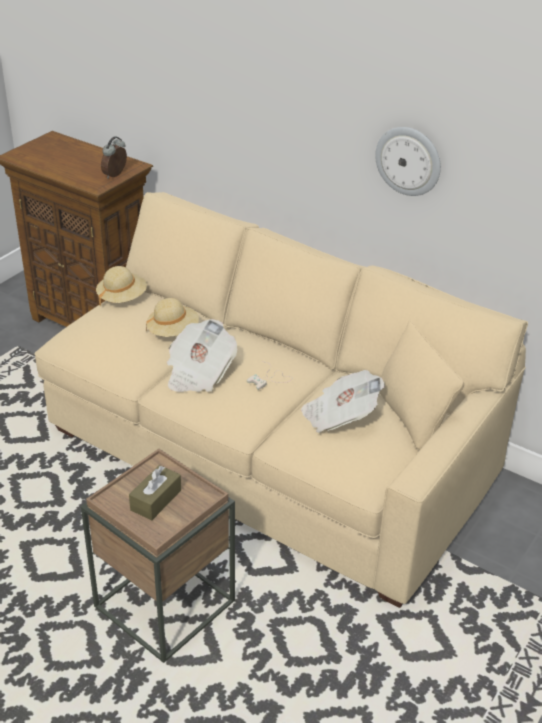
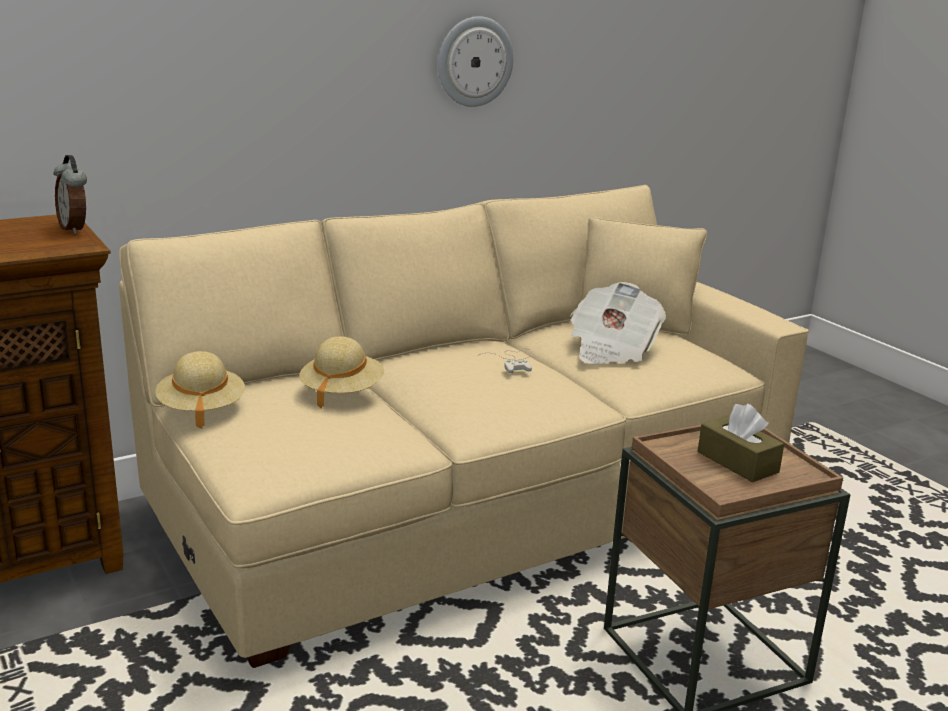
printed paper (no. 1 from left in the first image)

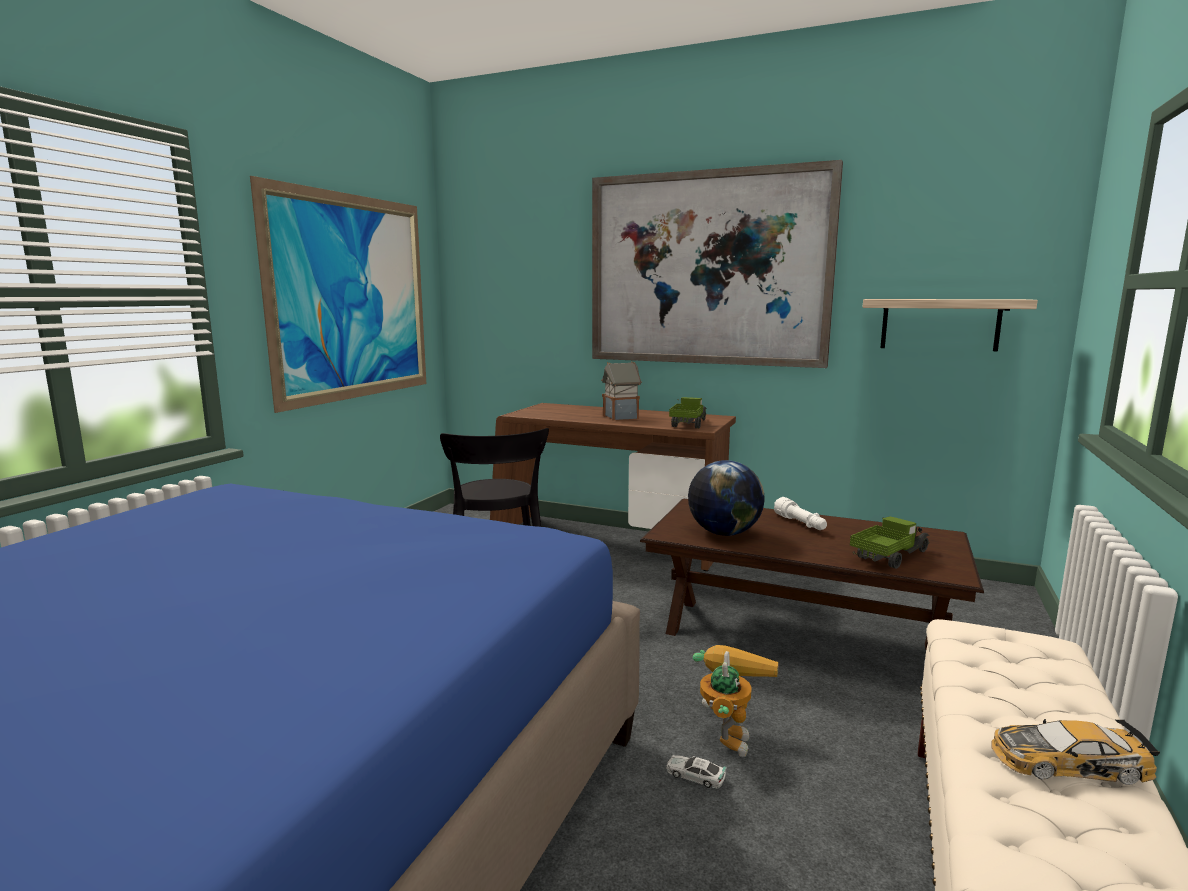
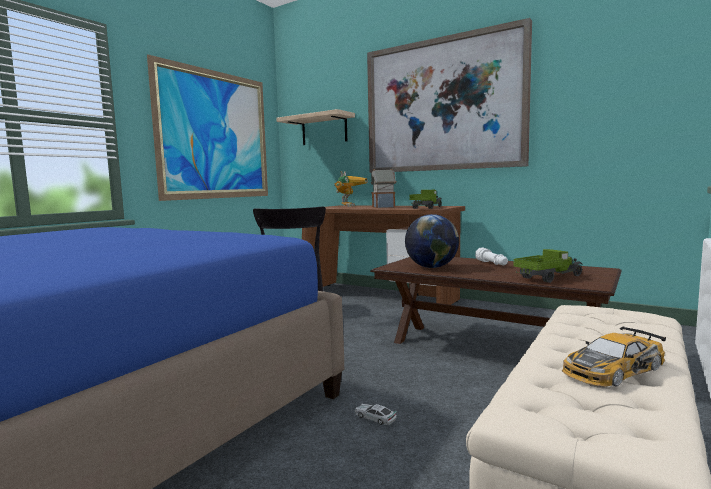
shelf
model robot
miniature car (no. 2 from left)

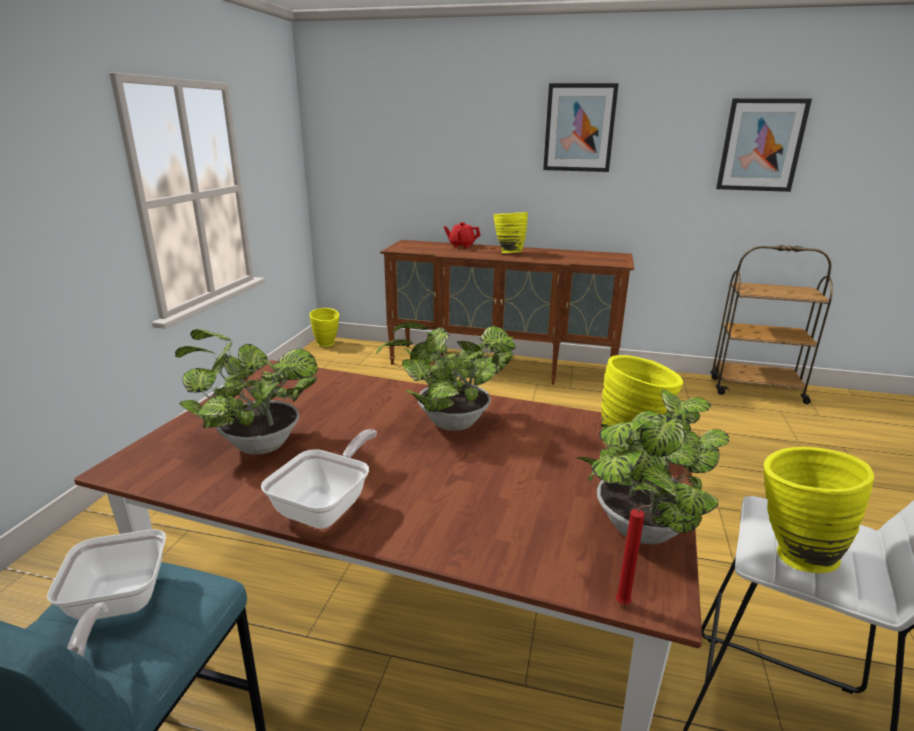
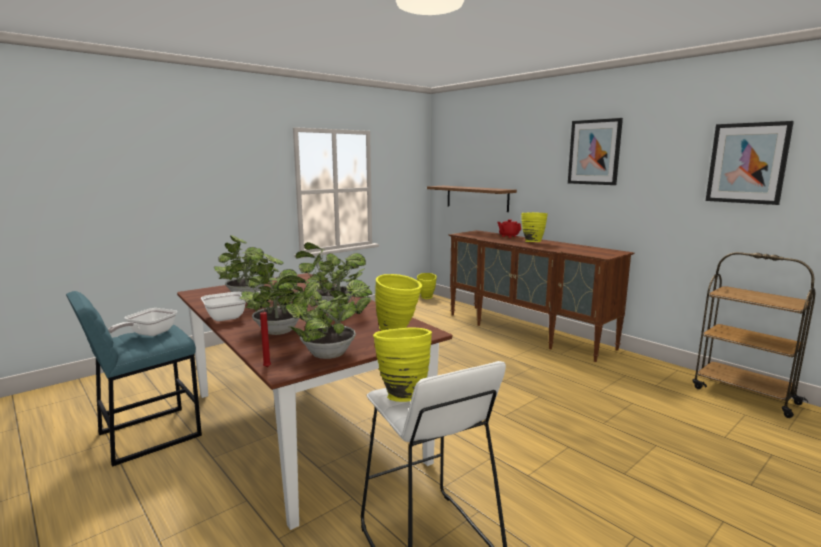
brown shelf
potted plant (no. 2 from left)

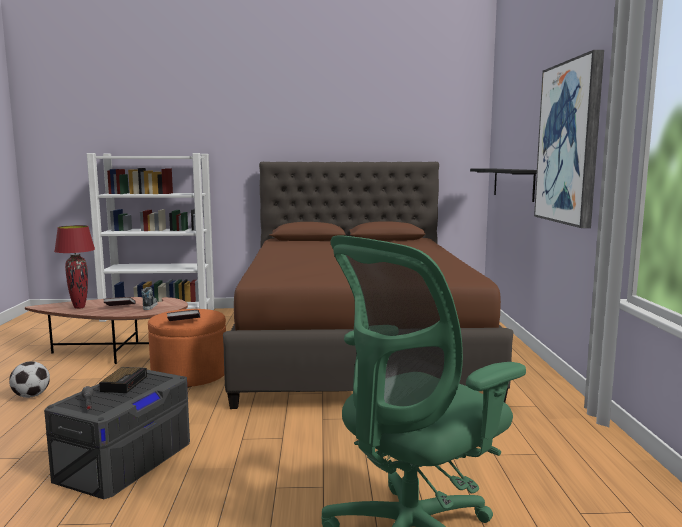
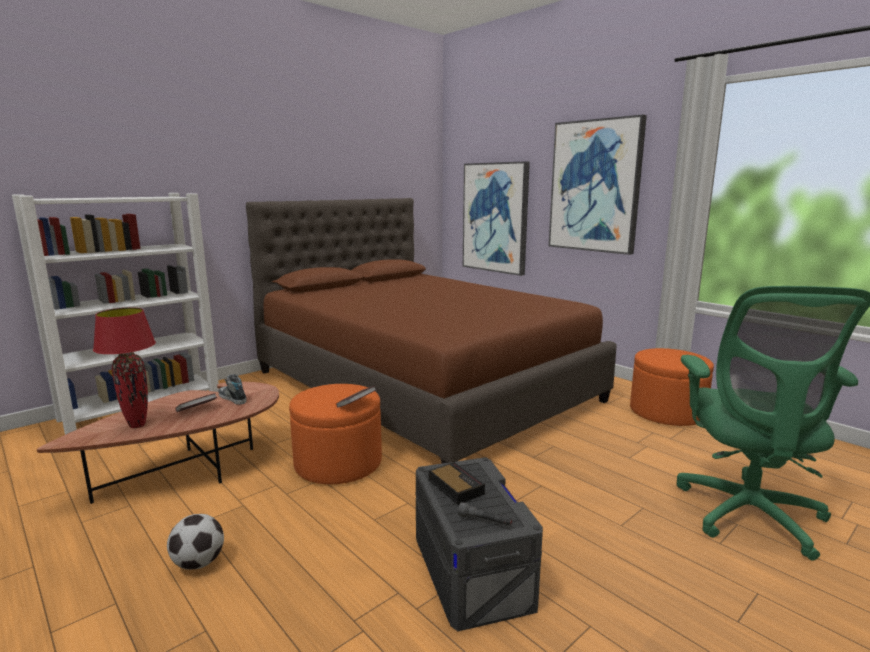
picture (no. 1 from left)
orangey pouffe (no. 2 from left)

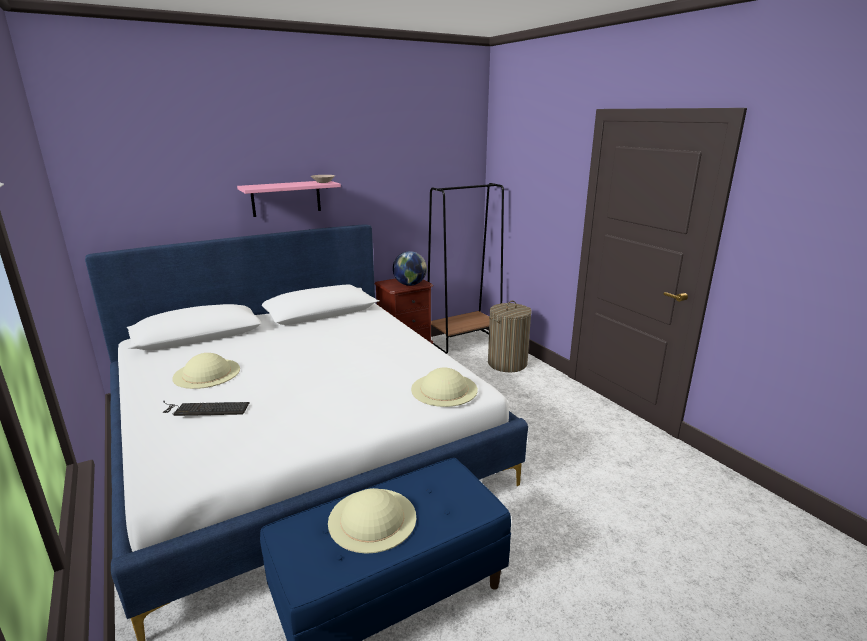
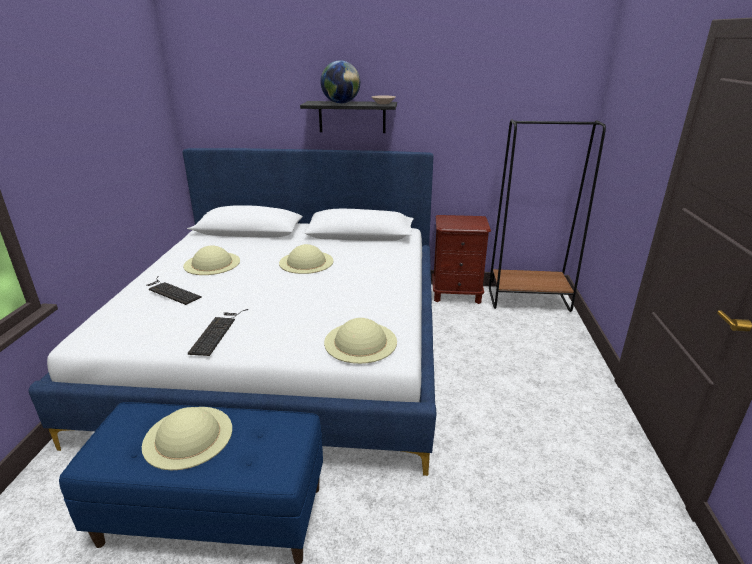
blackish shelf
world globe
washing basket
beige-coloured clothing hat (no. 3 from left)
PC keyboard (no. 2 from left)

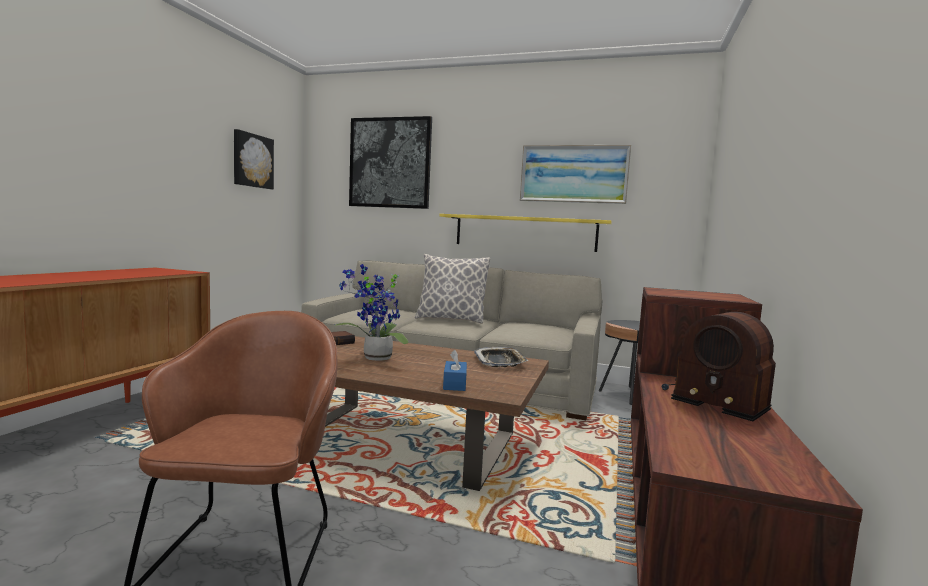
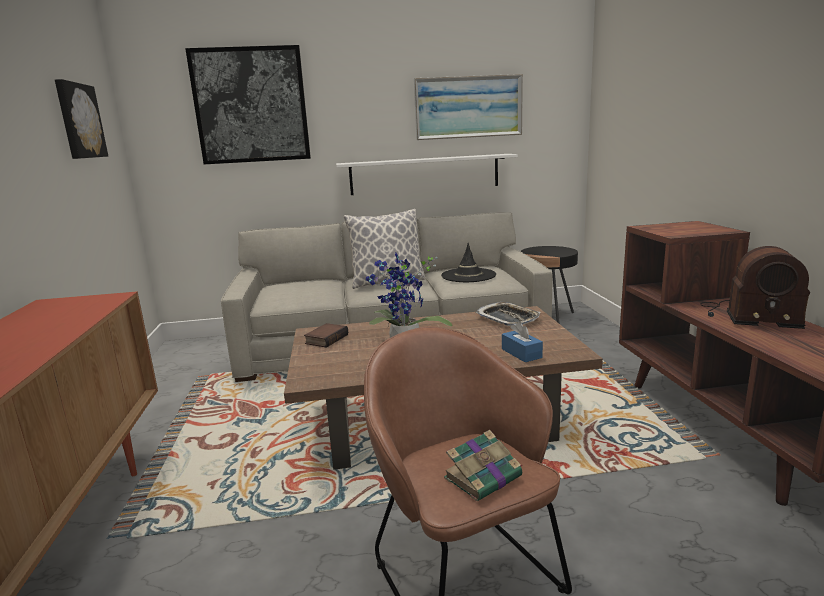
whitish shelf
blackish clothing hat
book (no. 2 from left)

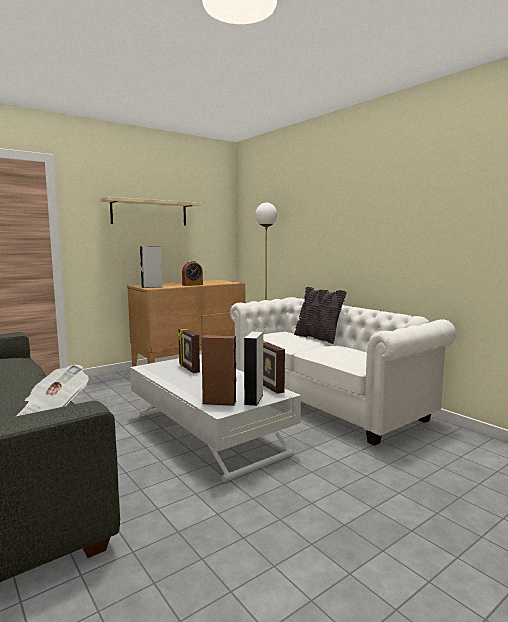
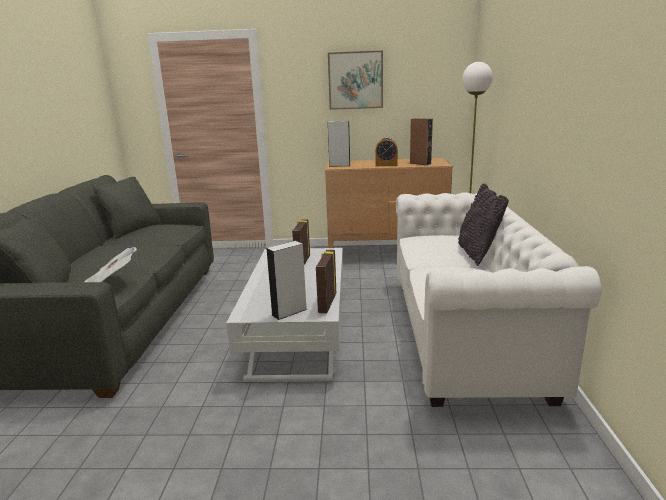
picture
brown loudspeaker

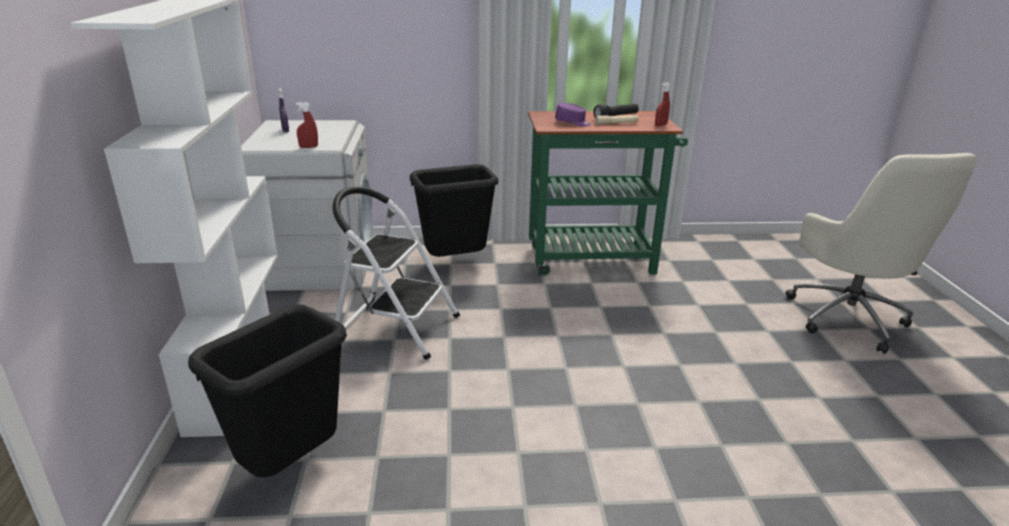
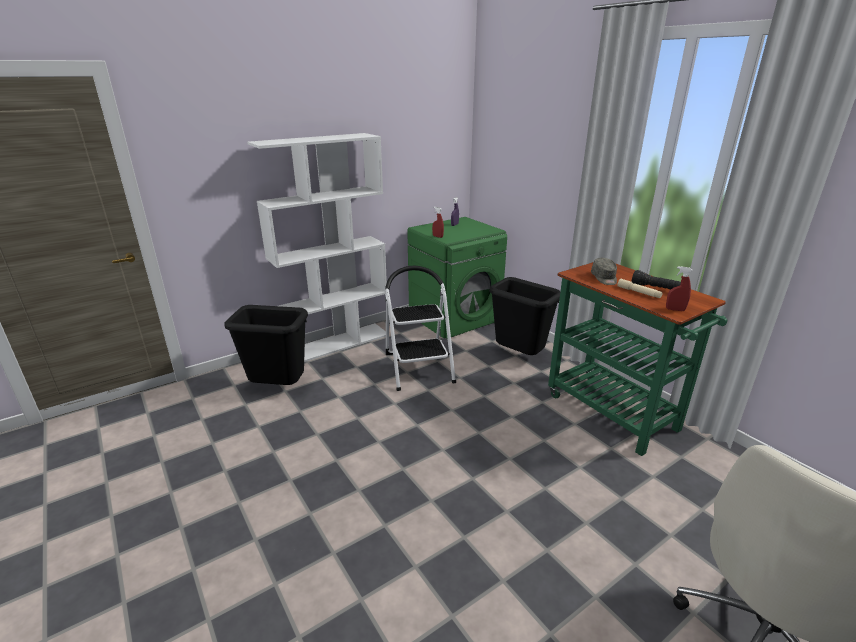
gray baseball cap
green laundry appliance

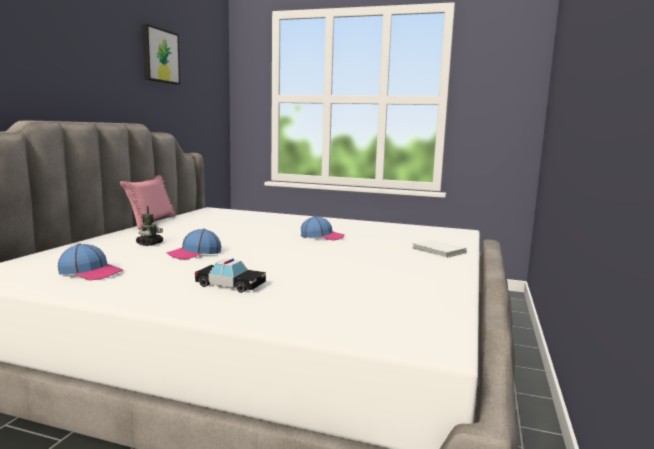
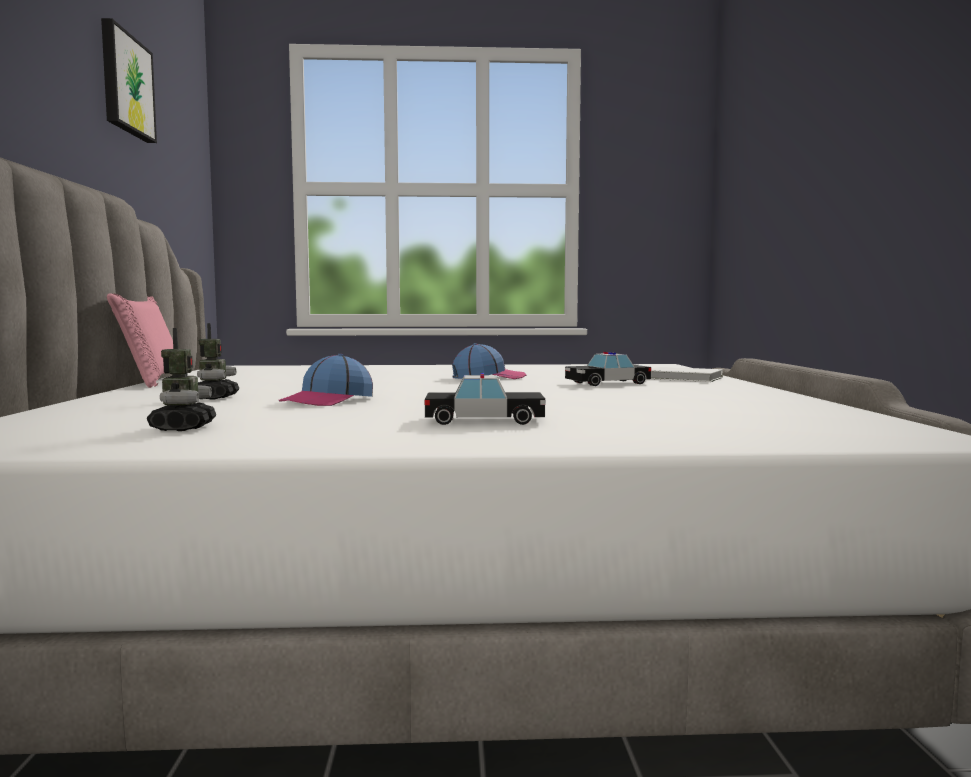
model robot (no. 1 from left)
miniature car (no. 2 from left)

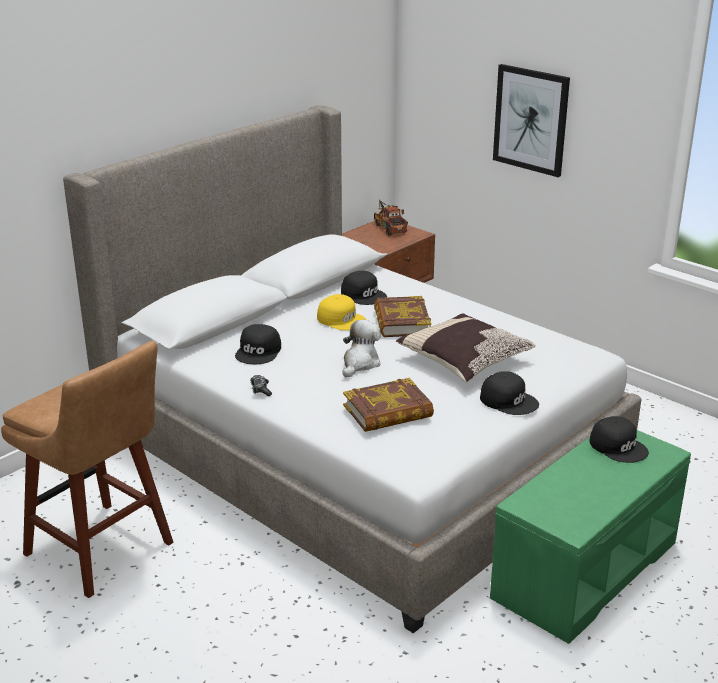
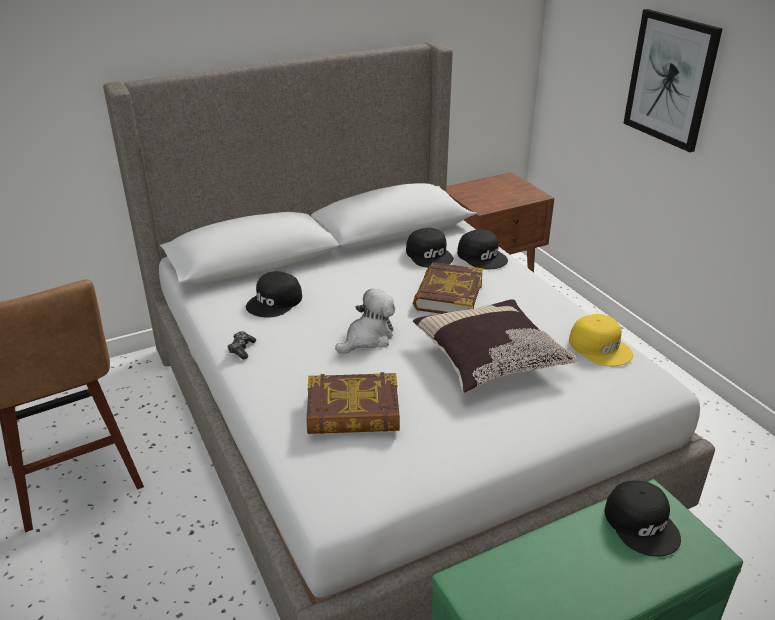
toy truck
yellow baseball cap
blackish baseball cap (no. 3 from left)

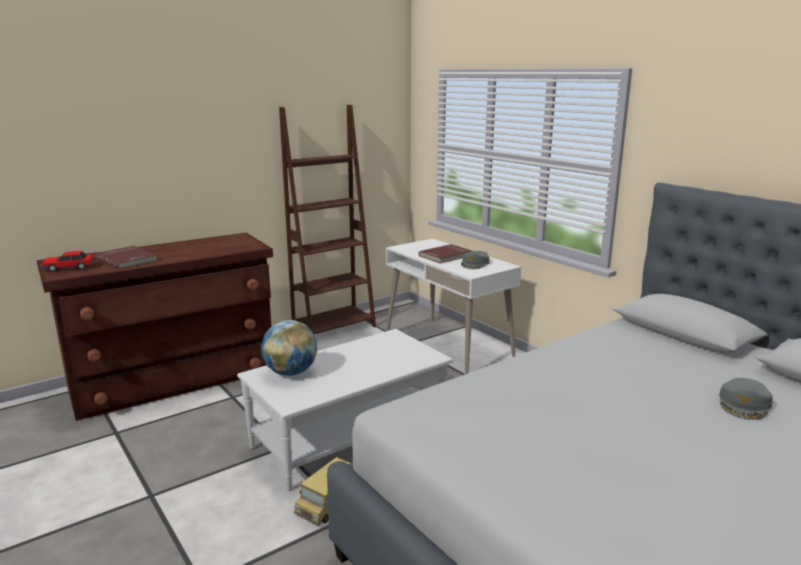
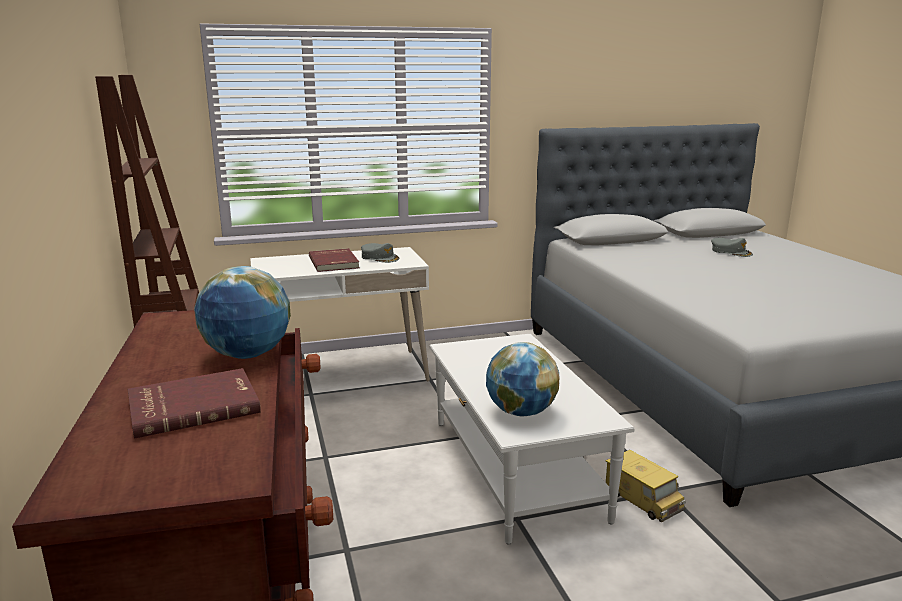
miniature car
world globe (no. 1 from left)

